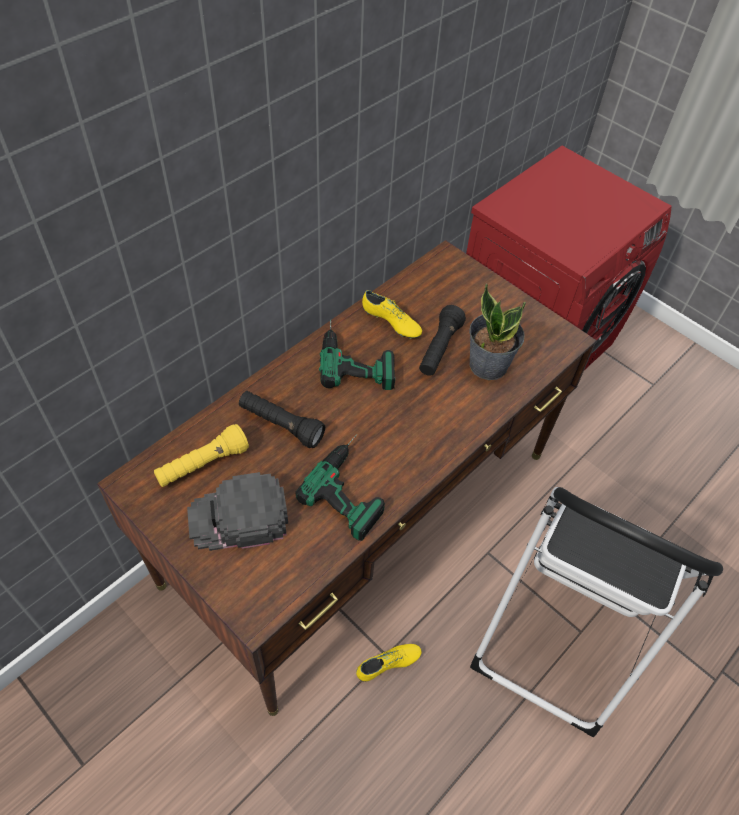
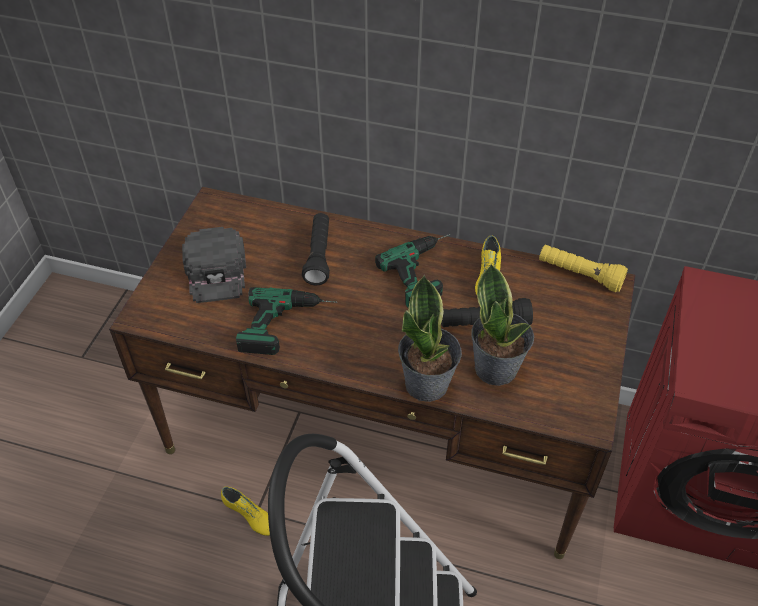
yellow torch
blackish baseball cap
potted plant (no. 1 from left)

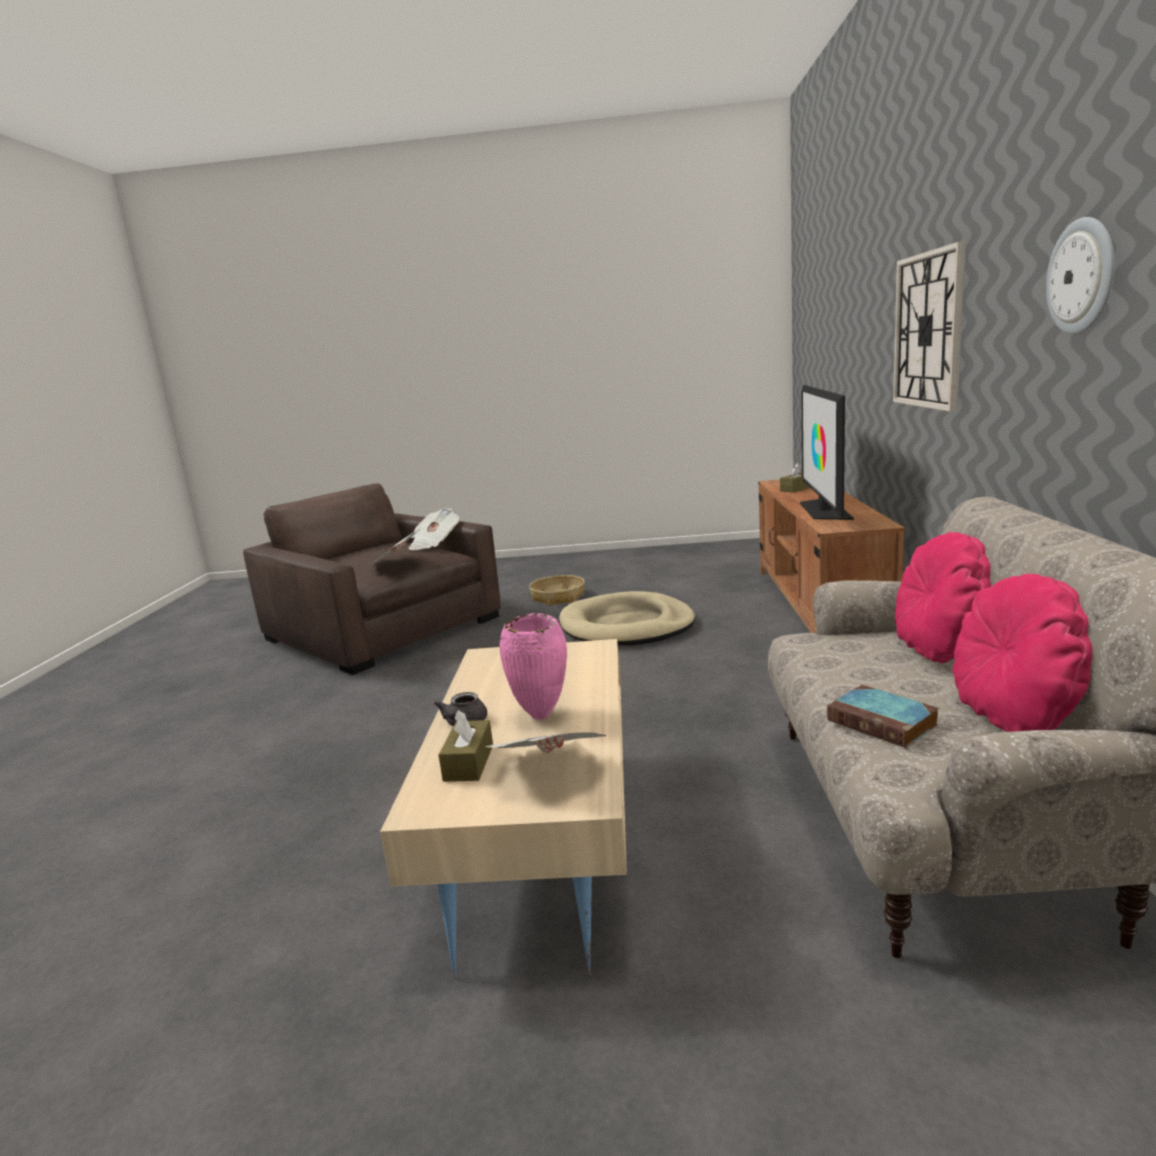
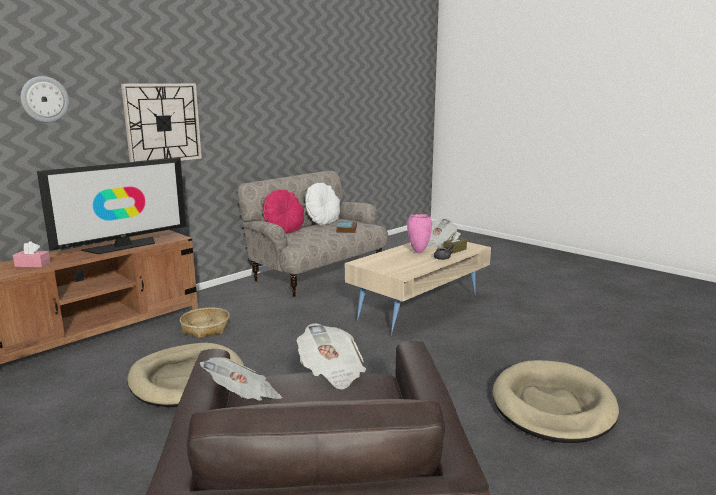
hanging clock (no. 1 from left)
pinkish tissue box
whitish throw pillow
basket
beige-coloured pet bed (no. 2 from left)

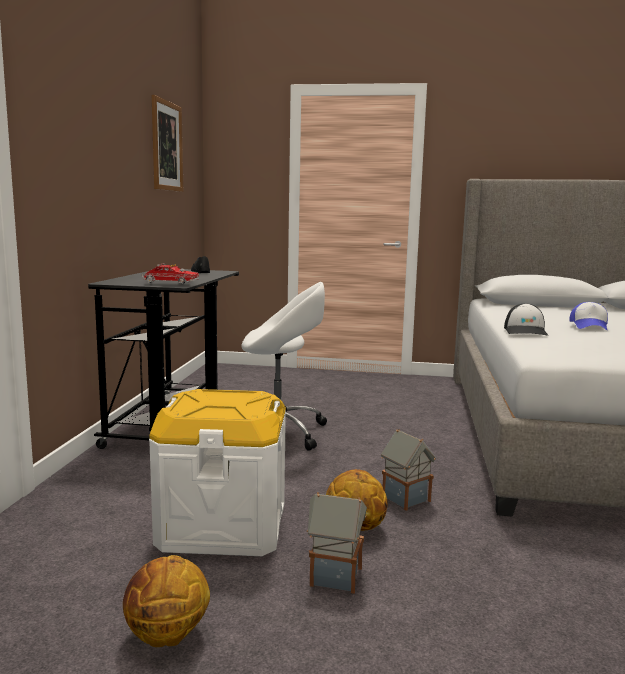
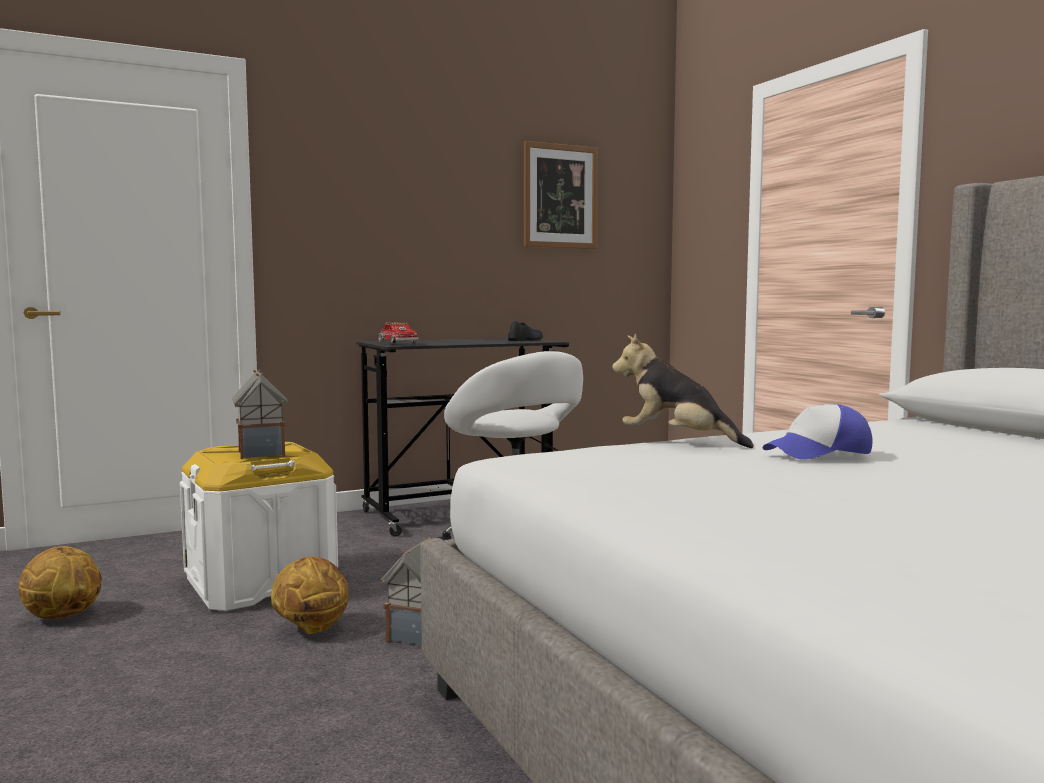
soft toy
toy house (no. 1 from left)

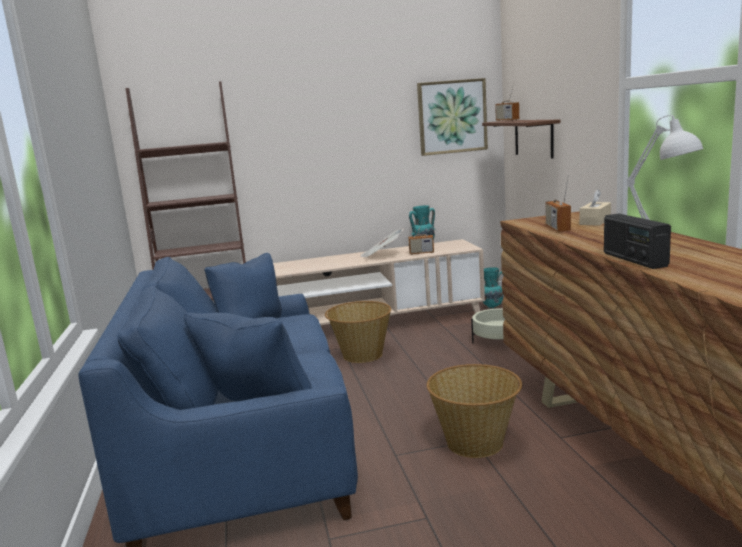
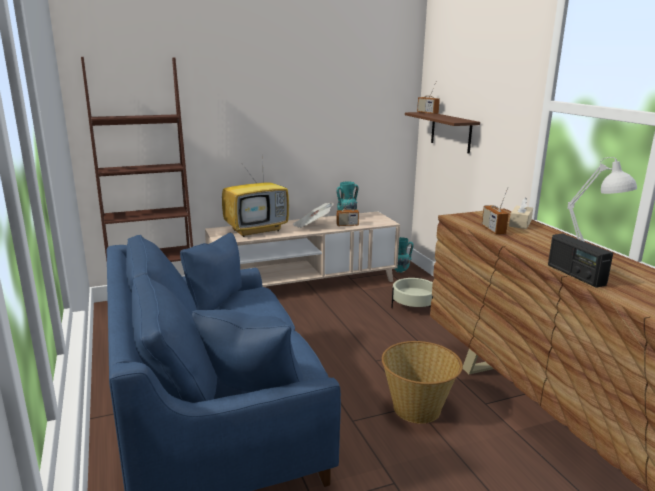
picture
basket (no. 1 from left in the first image)
TV

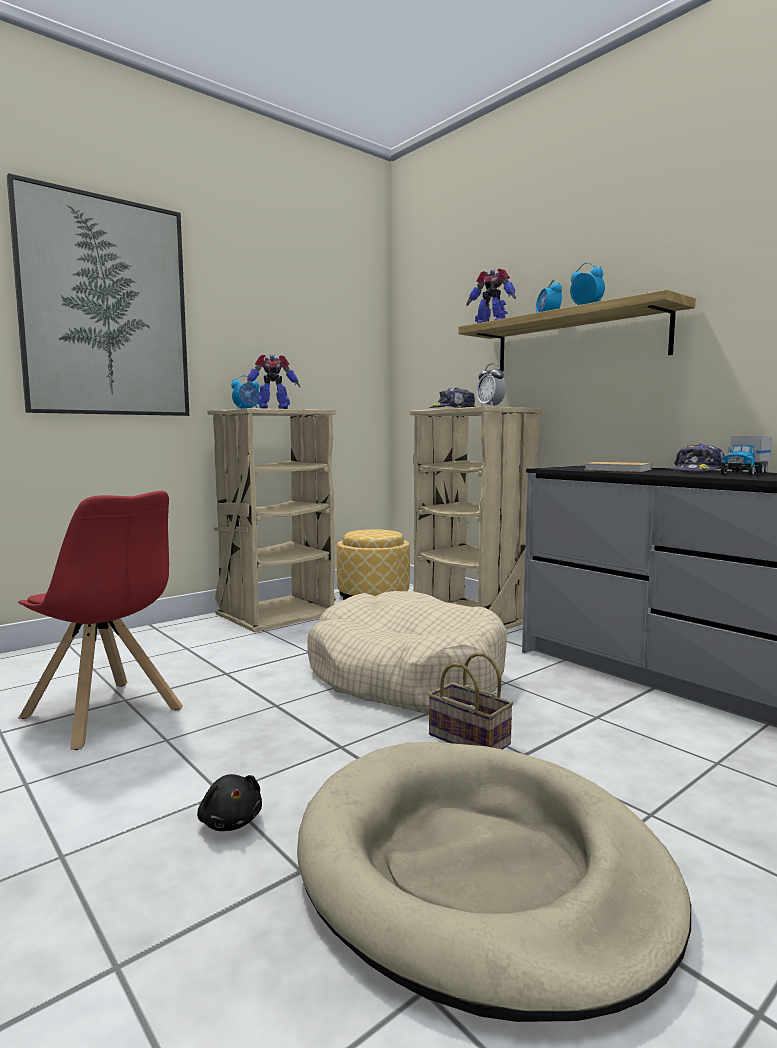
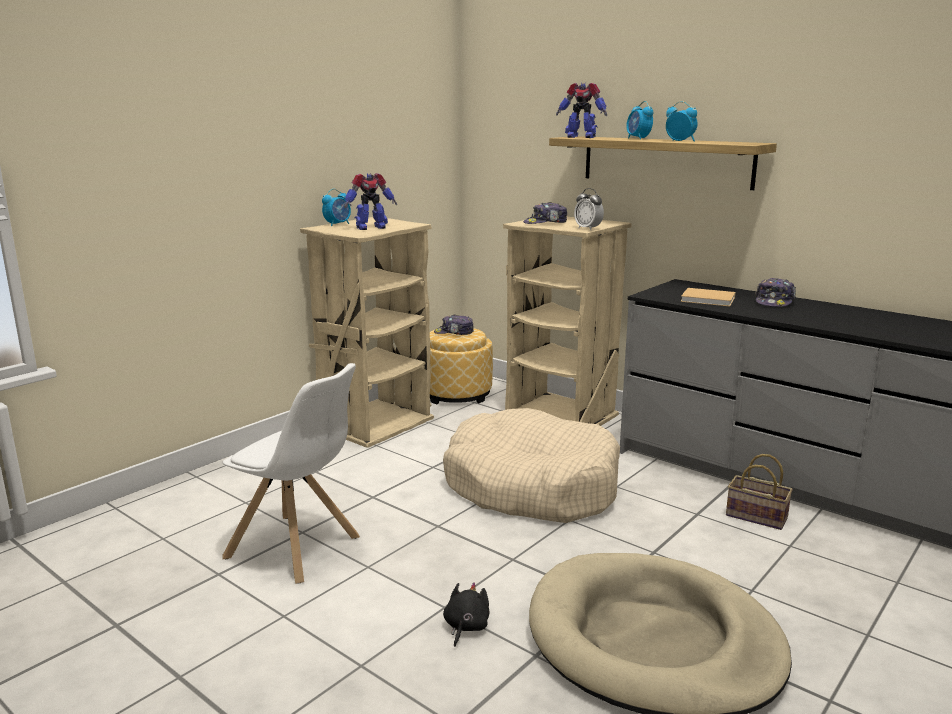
picture
toy truck
whitish chair
basket
blackish soft toy
baseball cap (no. 1 from left)

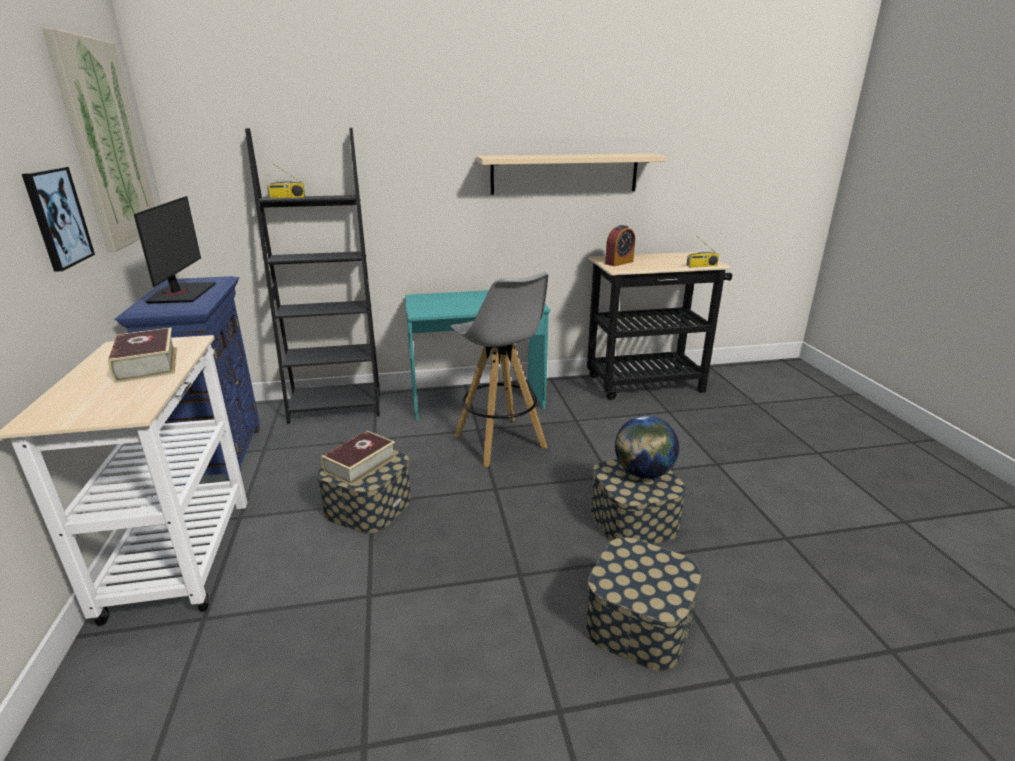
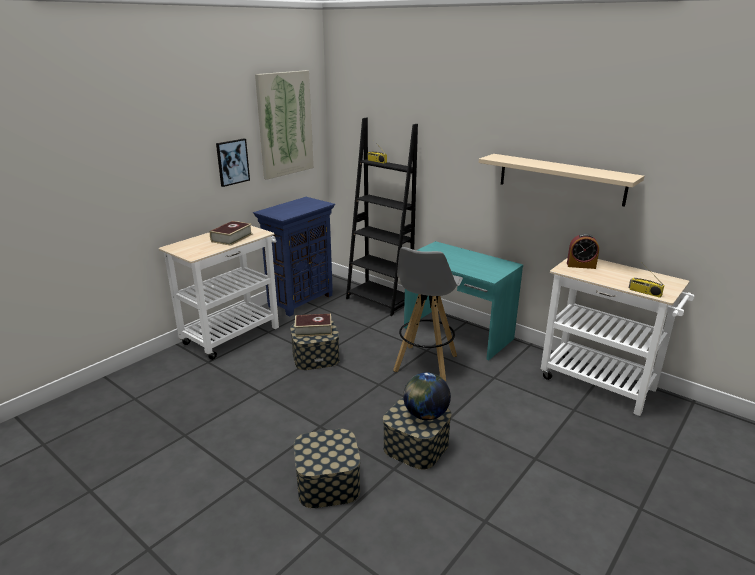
computer screen
whitish cart (no. 2 from left)

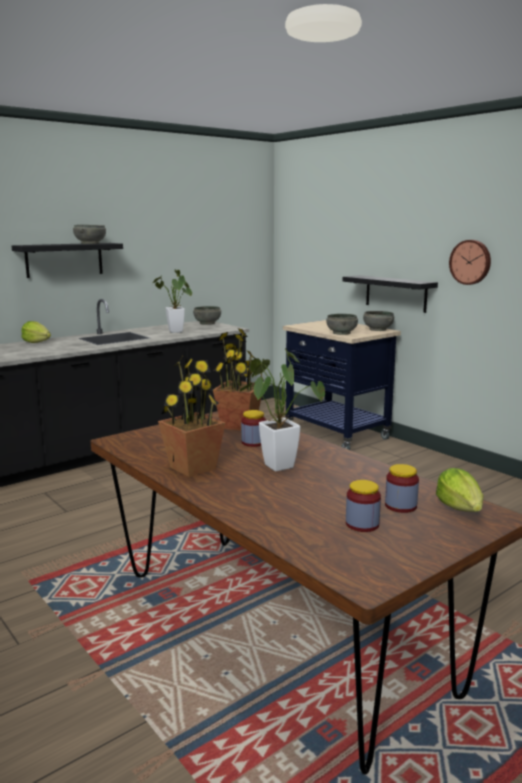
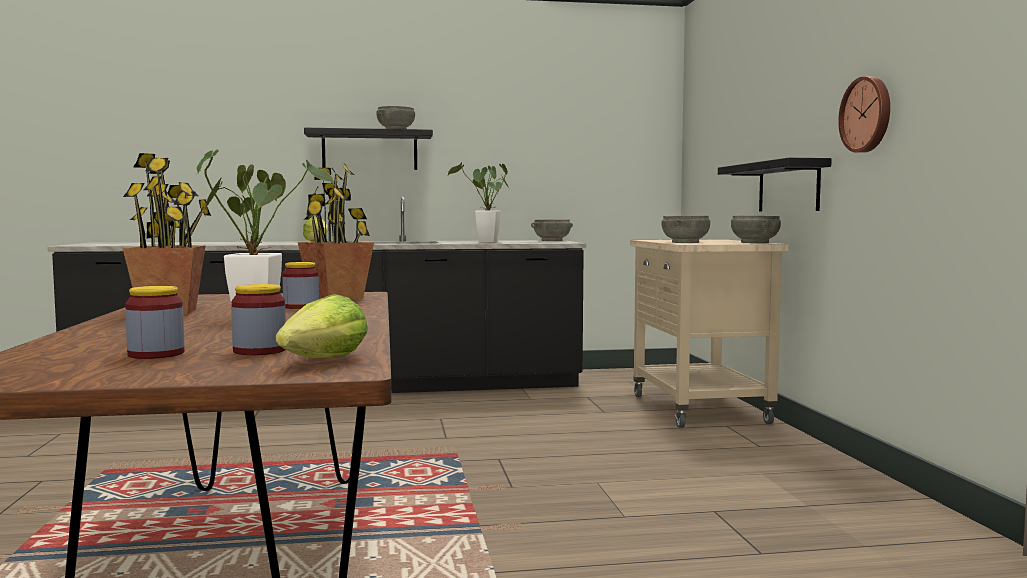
beige-coloured cart

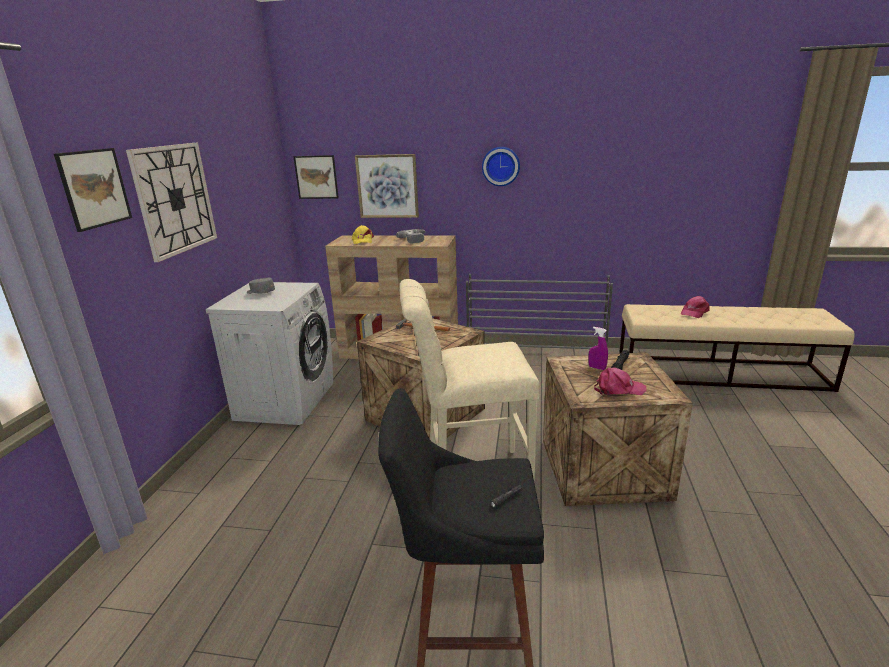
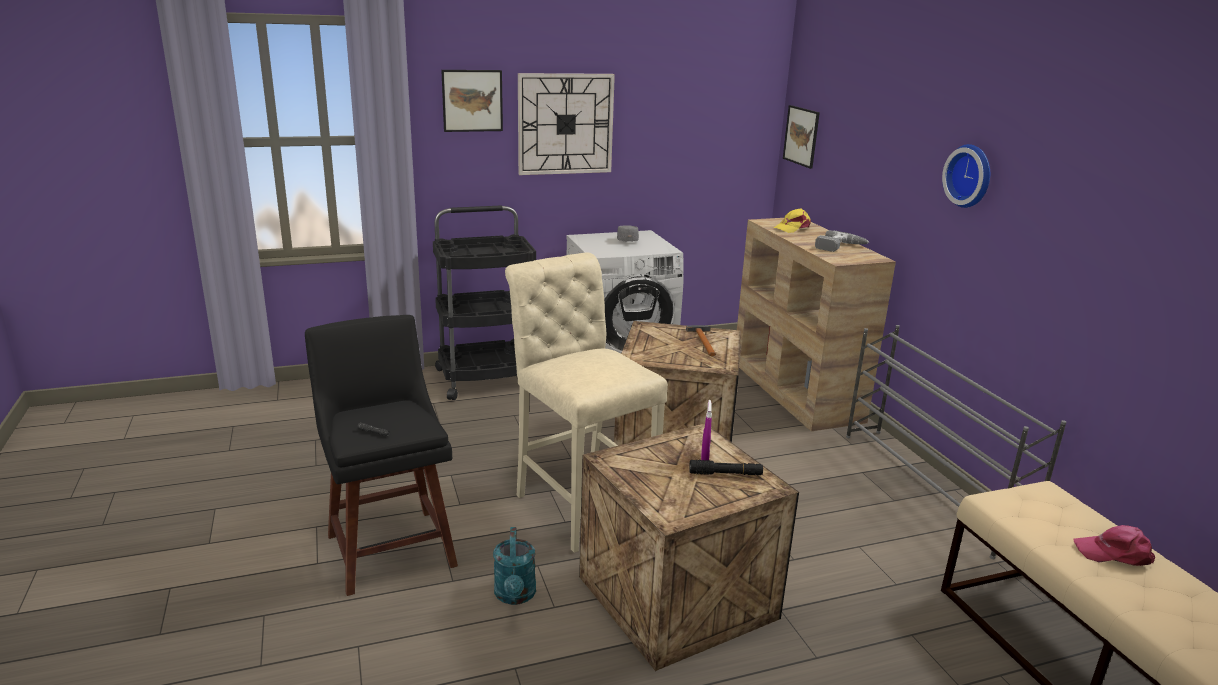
picture (no. 3 from left in the first image)
pinkish baseball cap (no. 1 from left in the first image)
blackish cart
turquoise-coloured watering pot

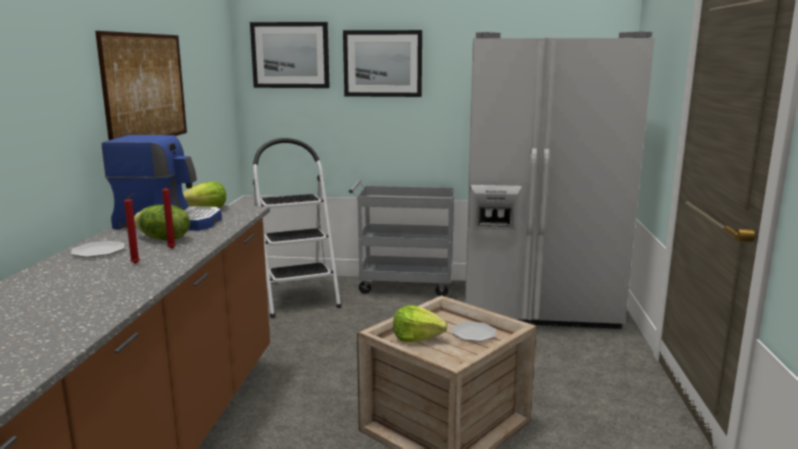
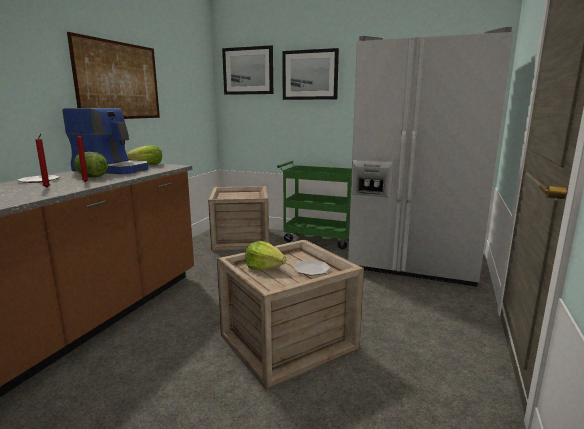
crate (no. 1 from left)
green cart

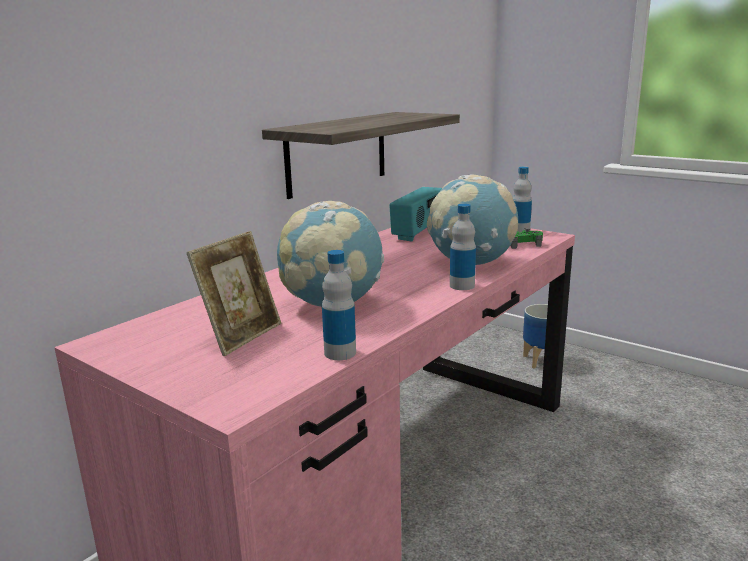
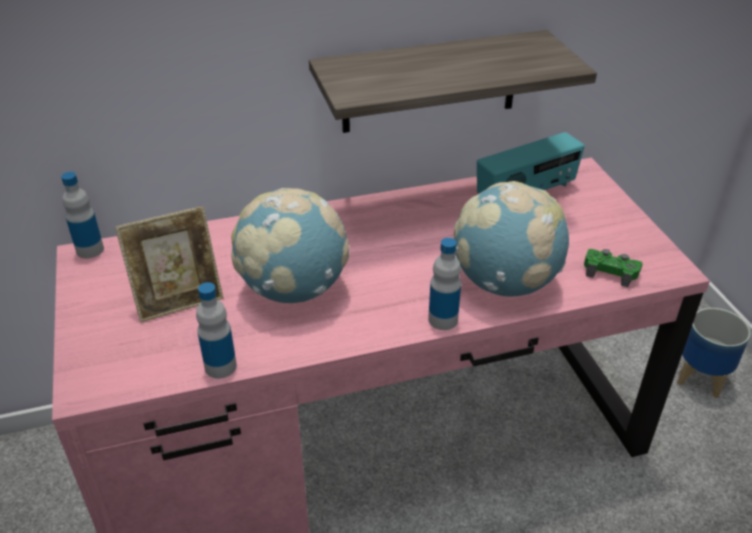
beverage bottle (no. 1 from left)

